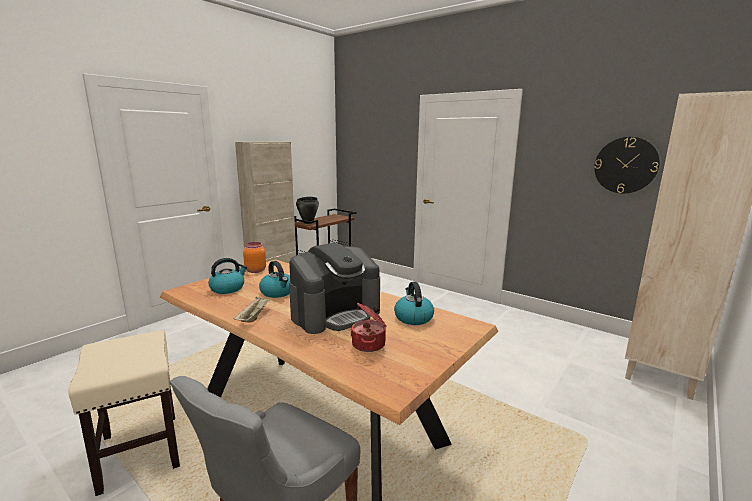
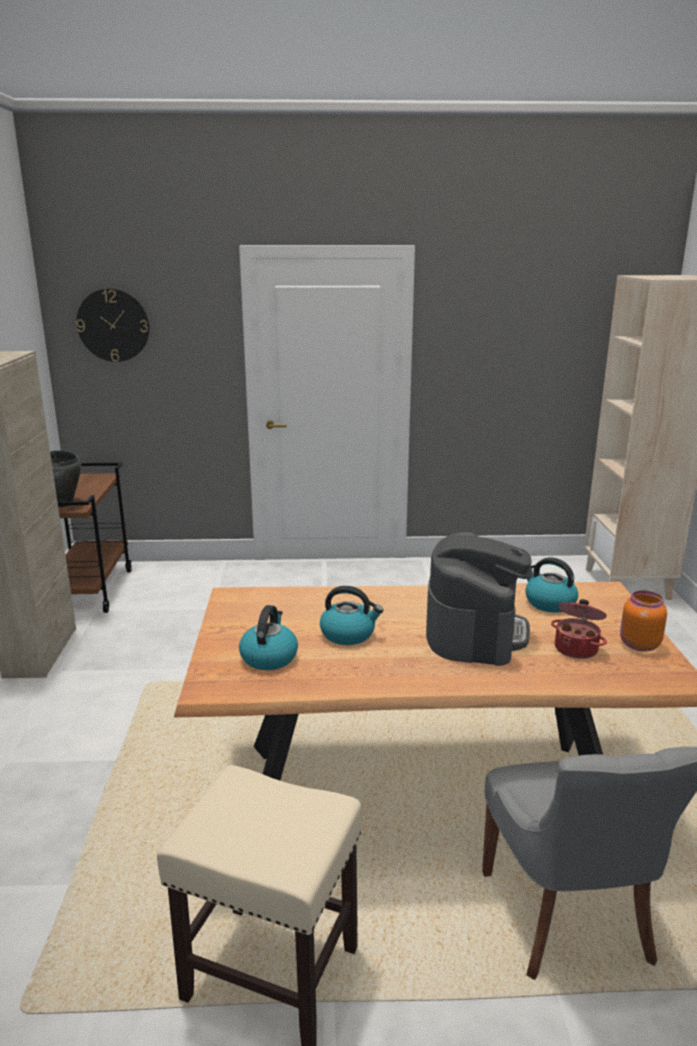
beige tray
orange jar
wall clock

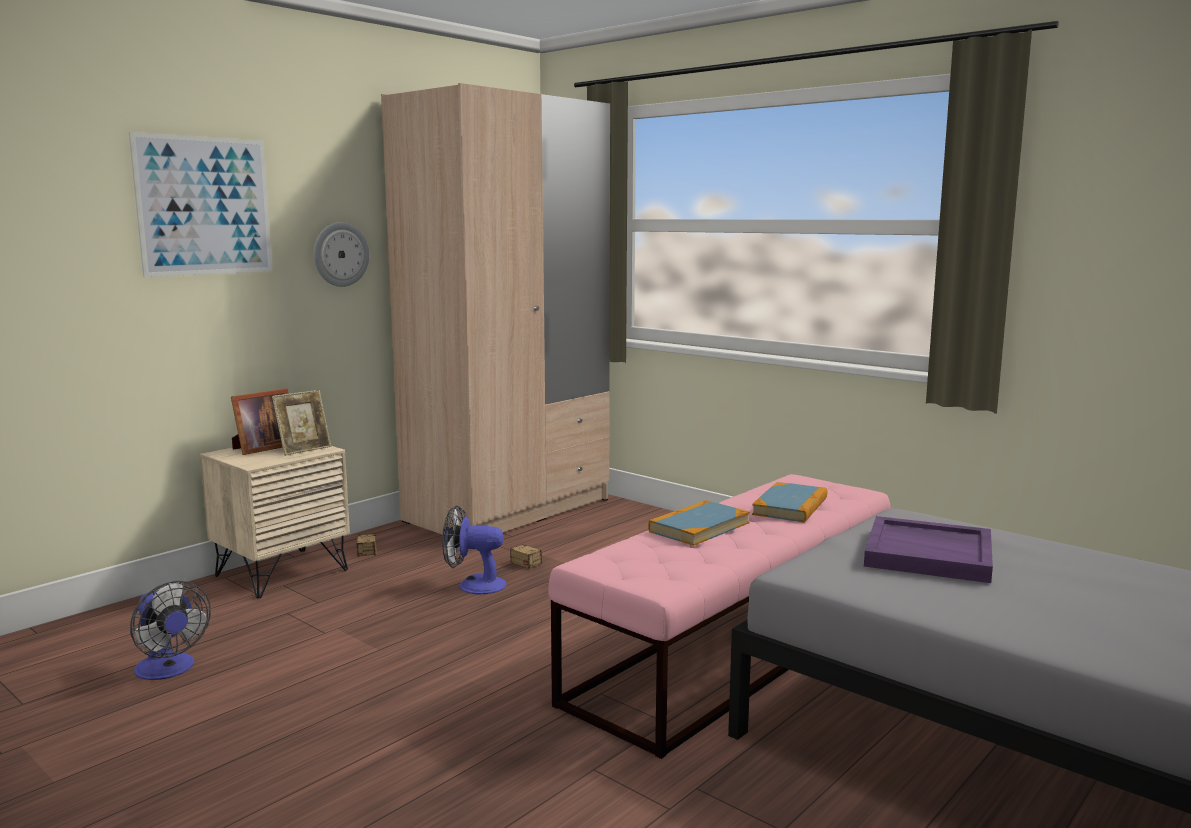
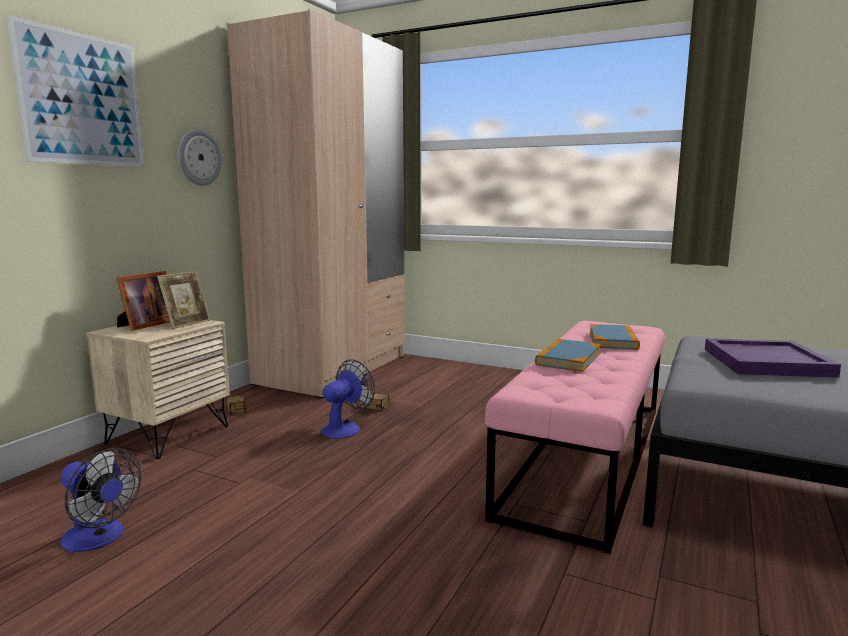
fan (no. 2 from left)

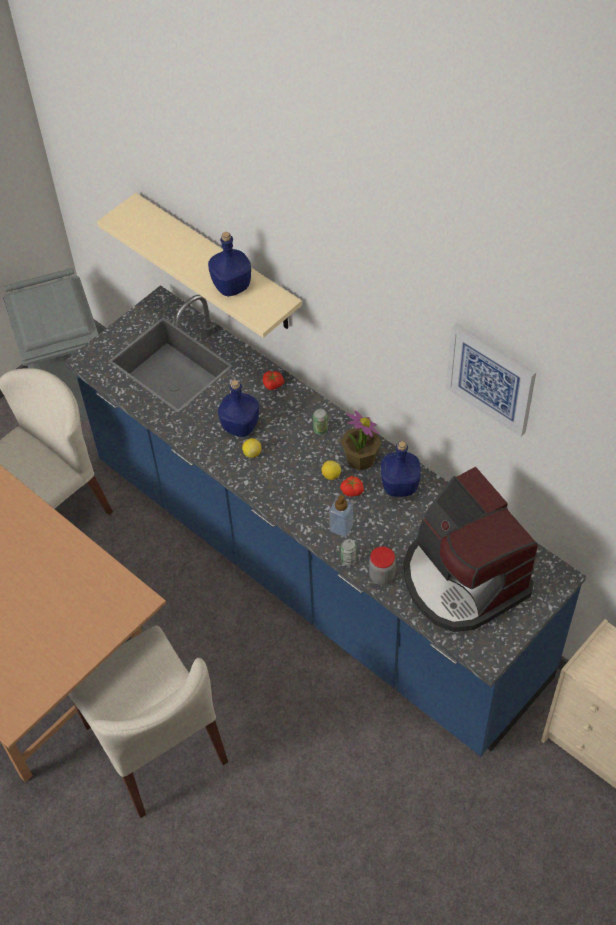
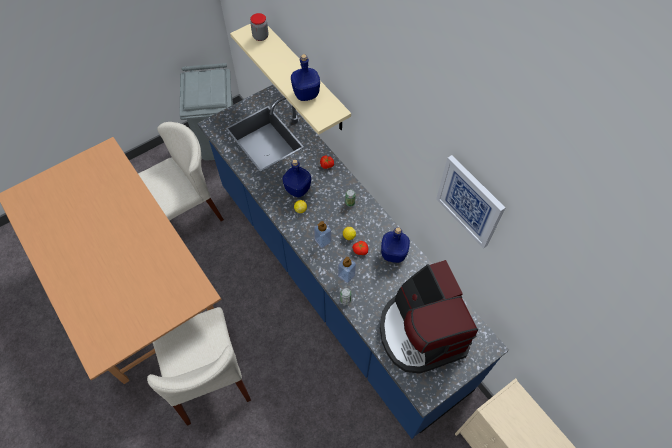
potted plant
jar
soap dispenser (no. 1 from left)

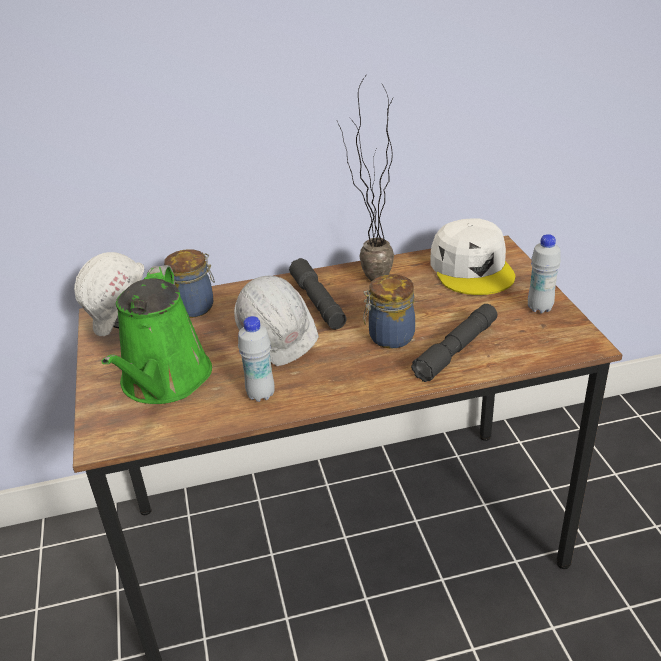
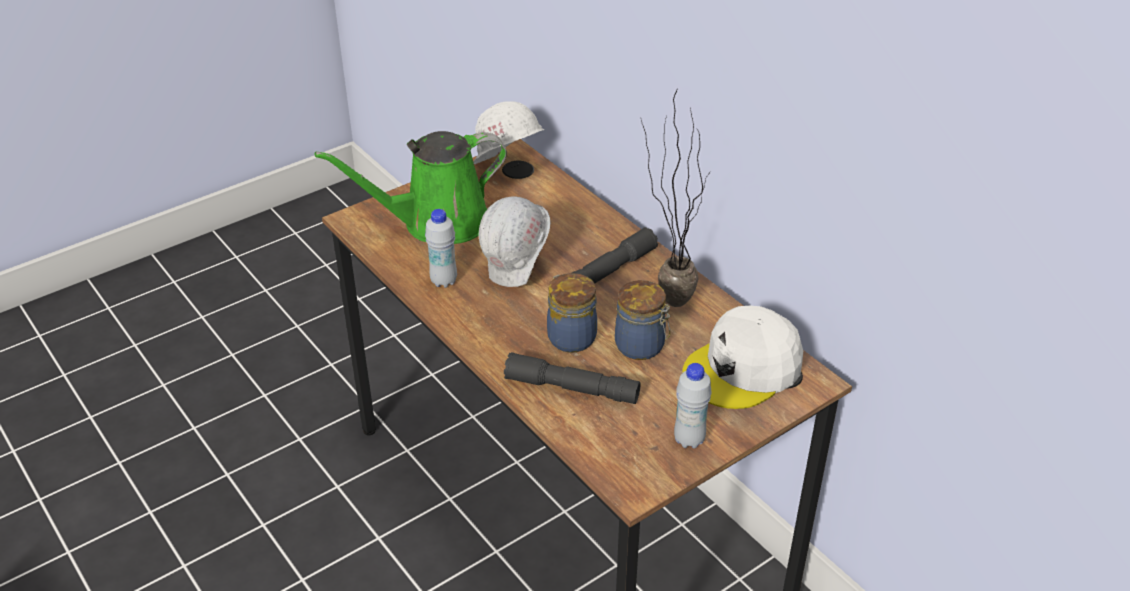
jar (no. 2 from left)

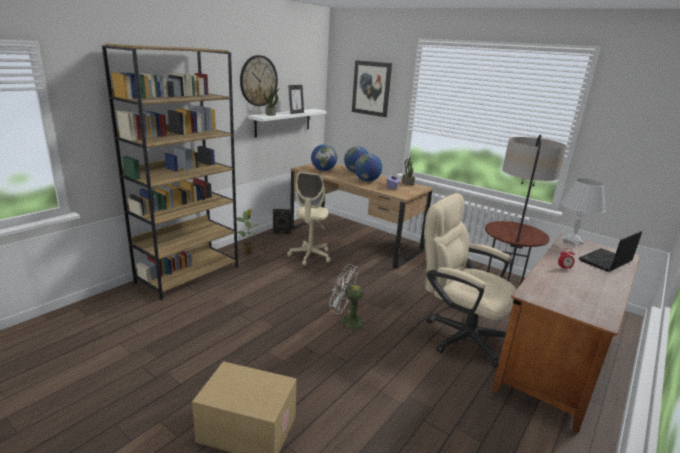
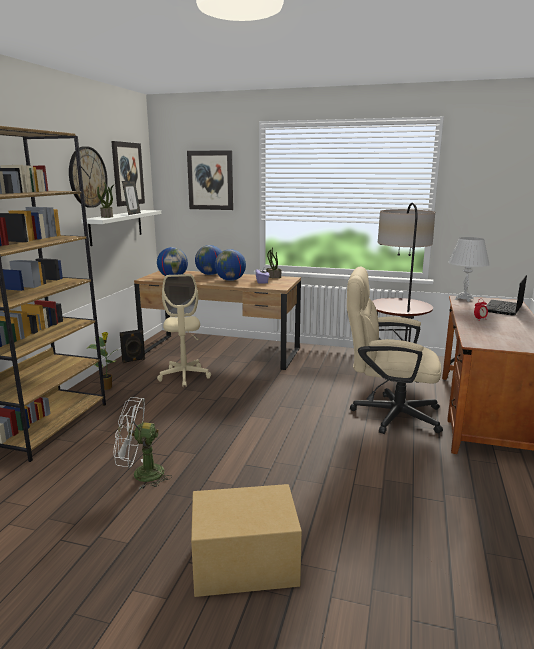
white fan
picture (no. 1 from left)

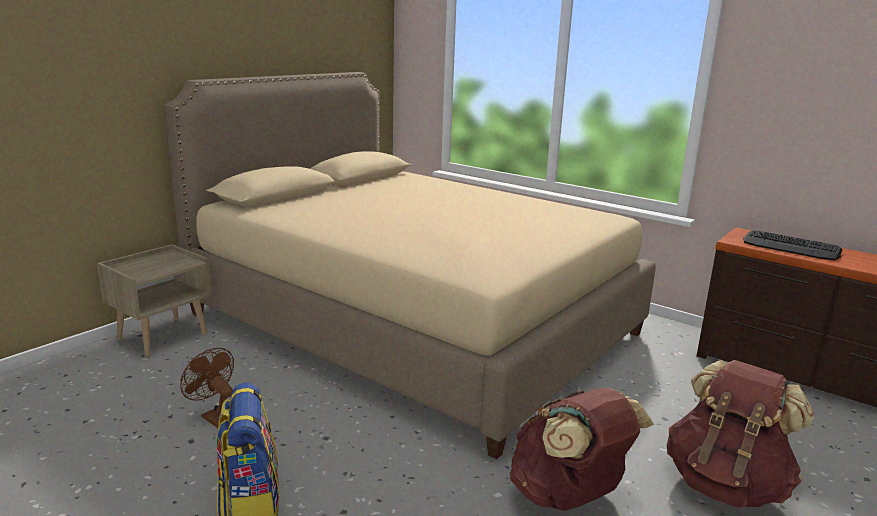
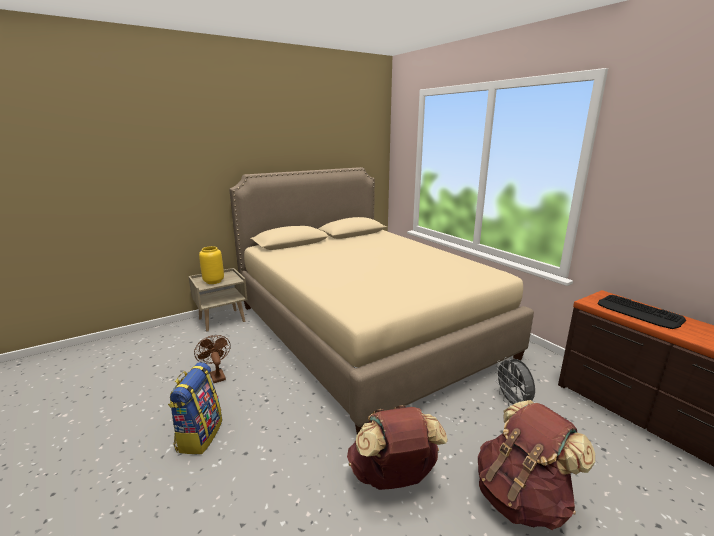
yellow vase
grey fan

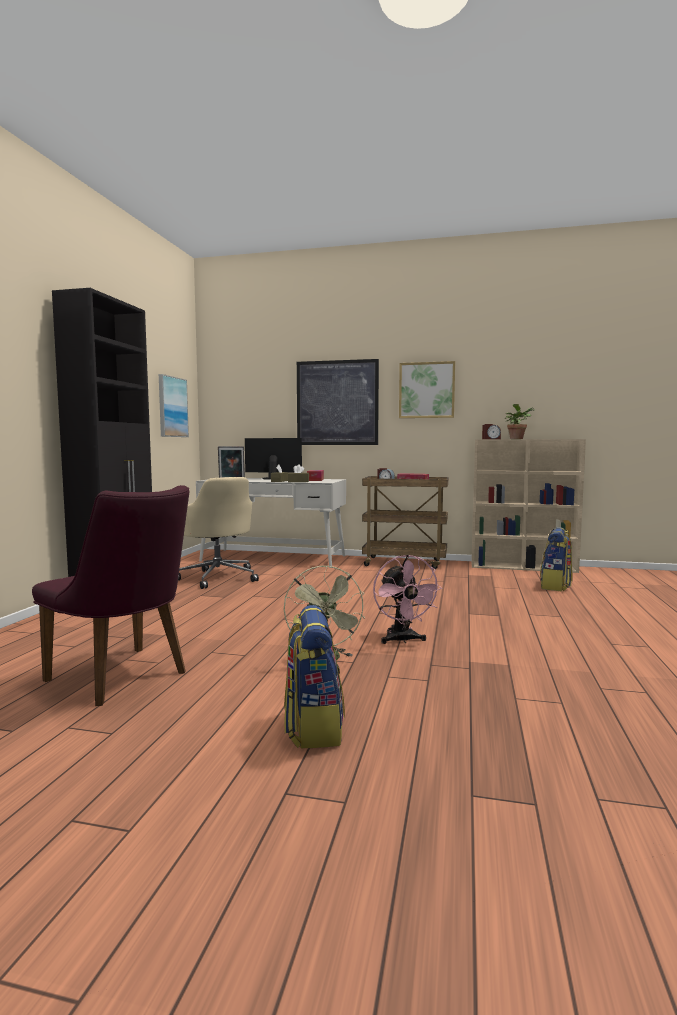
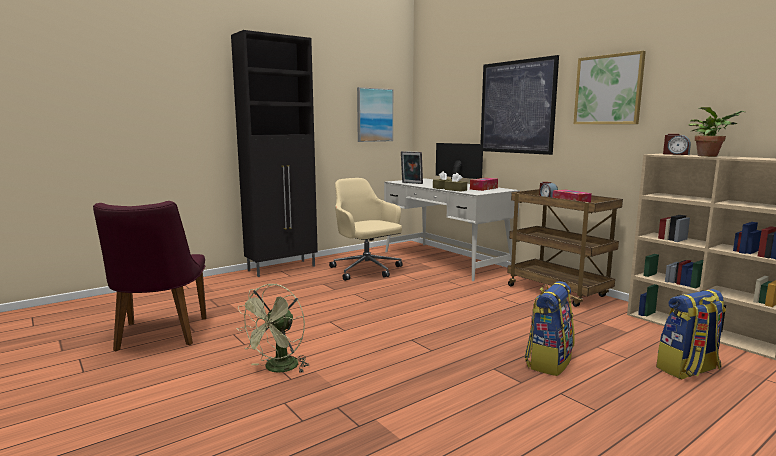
beige office chair
backpack (no. 1 from left)
pink fan

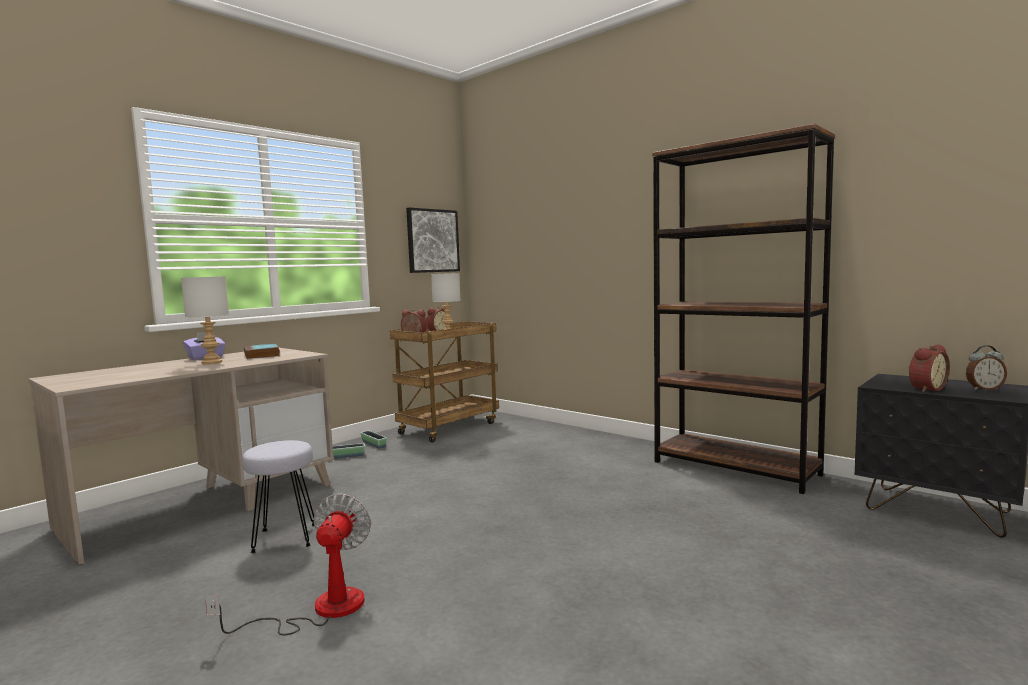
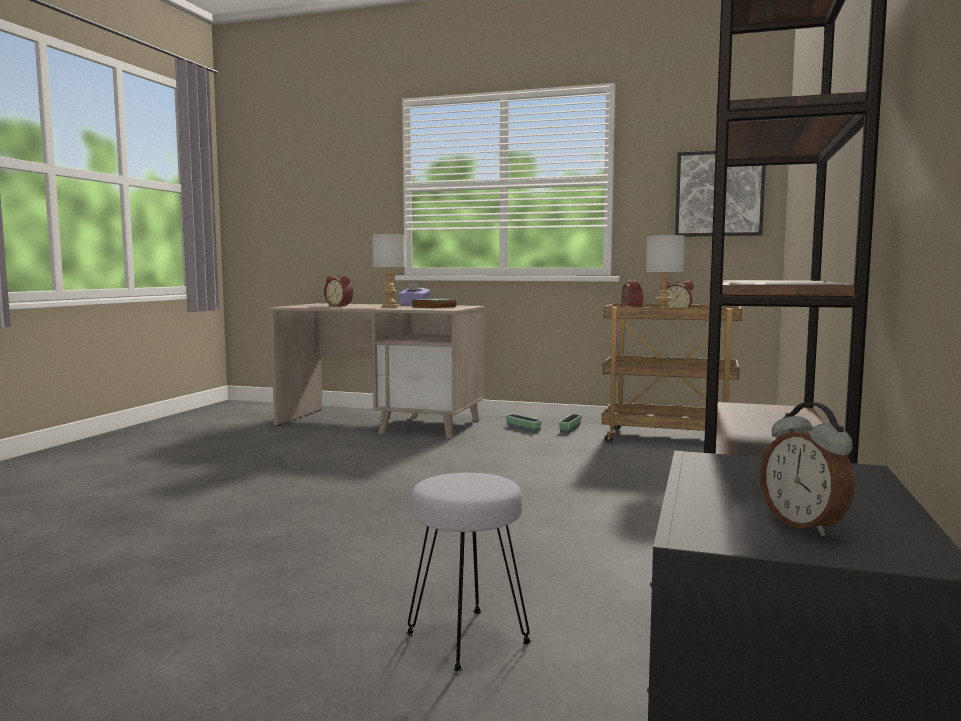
fan
grey stool
alarm clock (no. 1 from left)

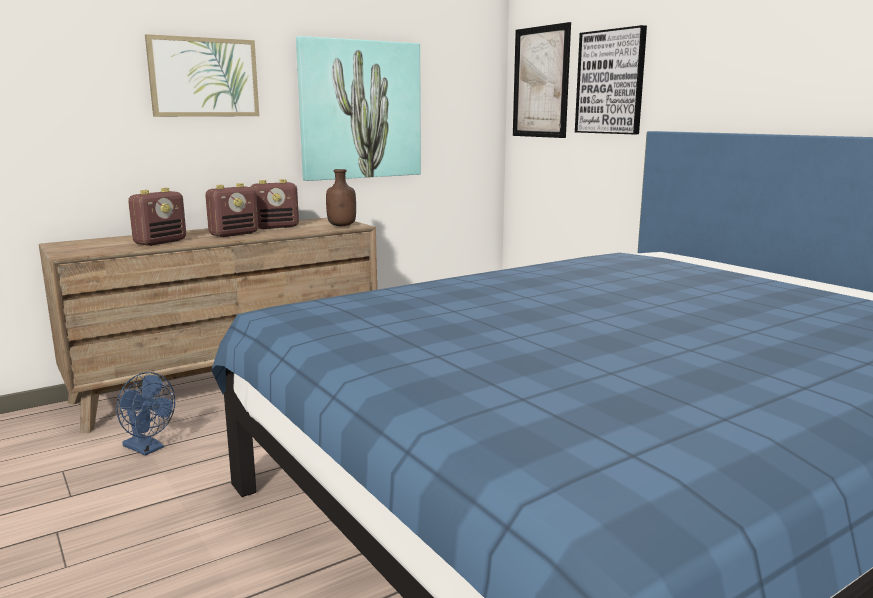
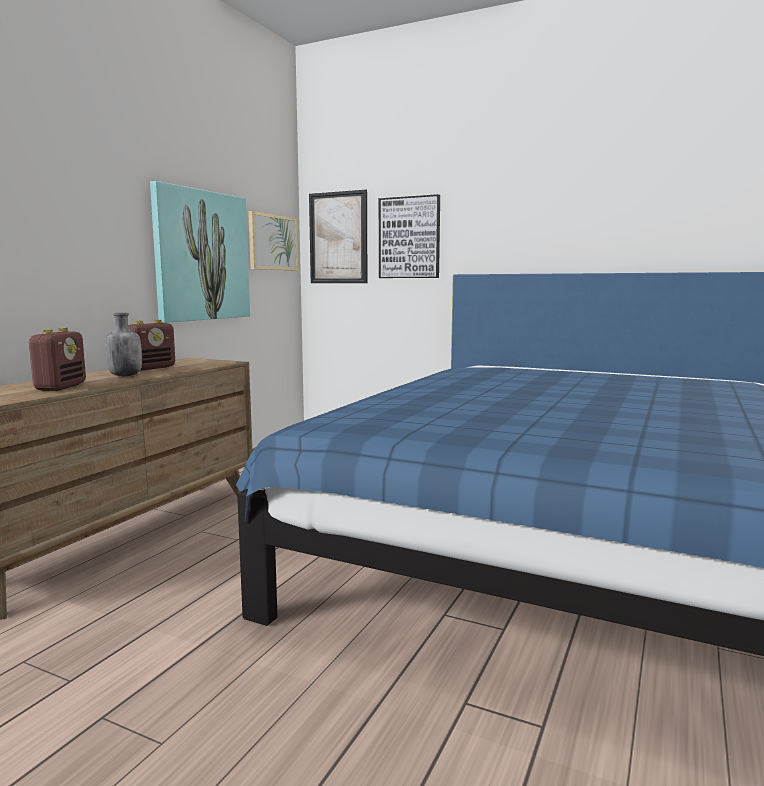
blue fan
picture (no. 2 from left)
grey bottle
brown bottle

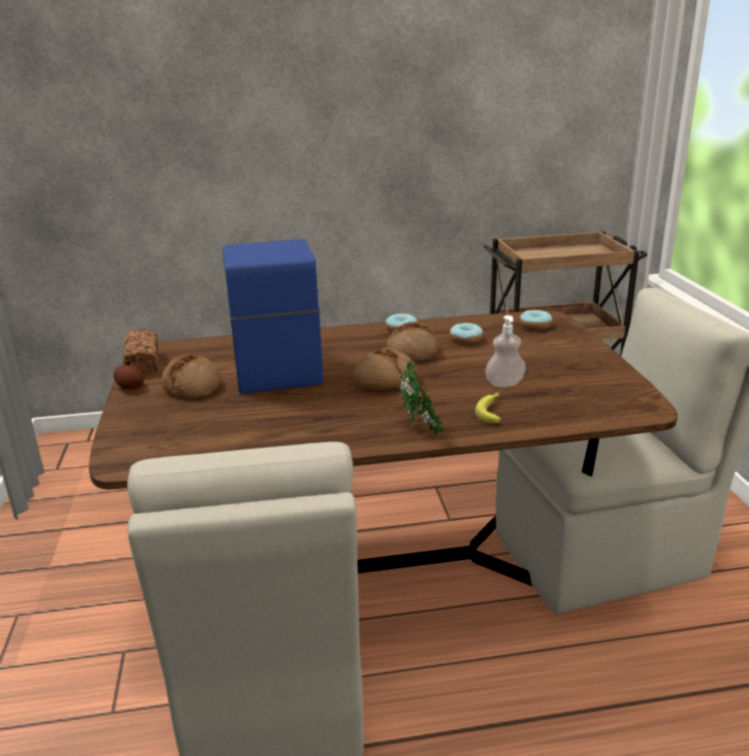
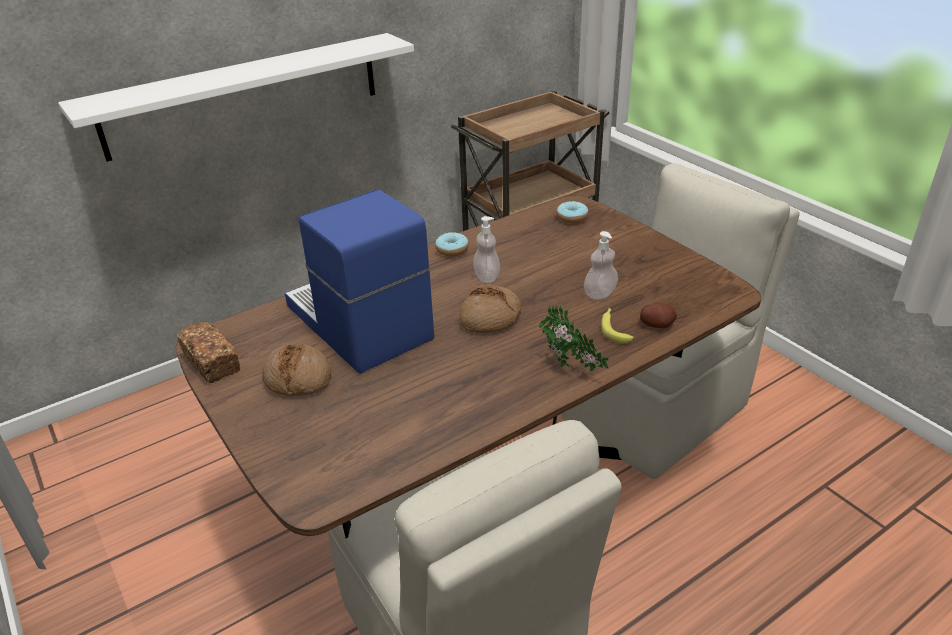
potato
soap dispenser (no. 1 from left)
donut (no. 2 from left in the first image)
white shelf

